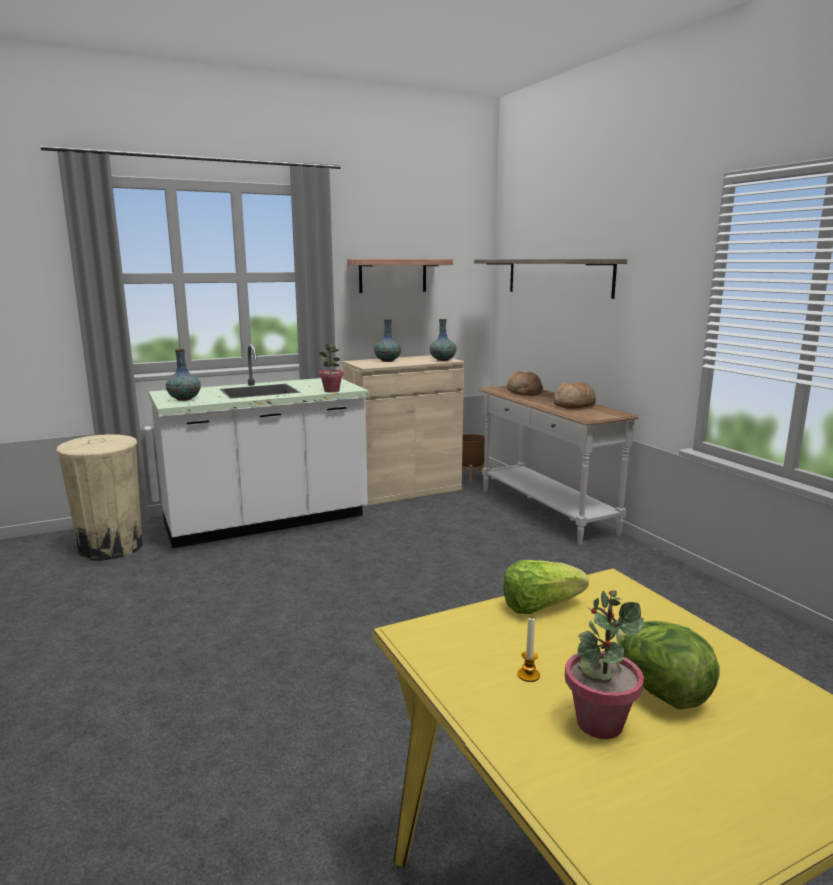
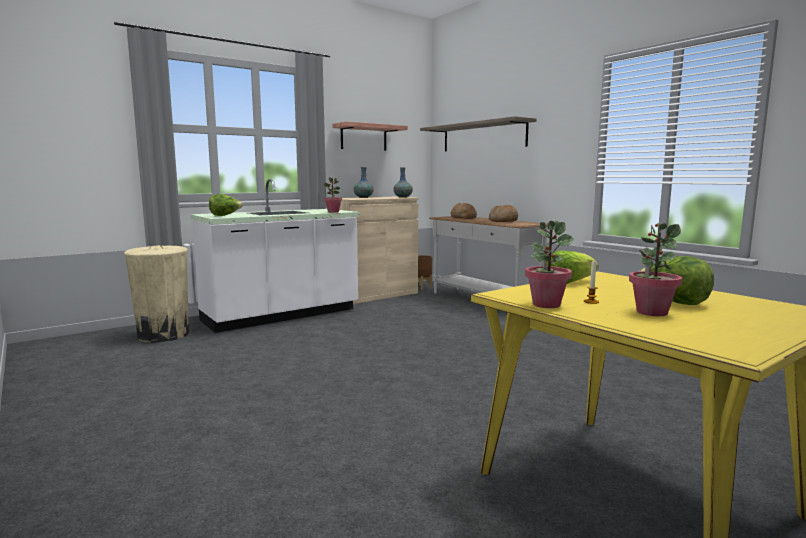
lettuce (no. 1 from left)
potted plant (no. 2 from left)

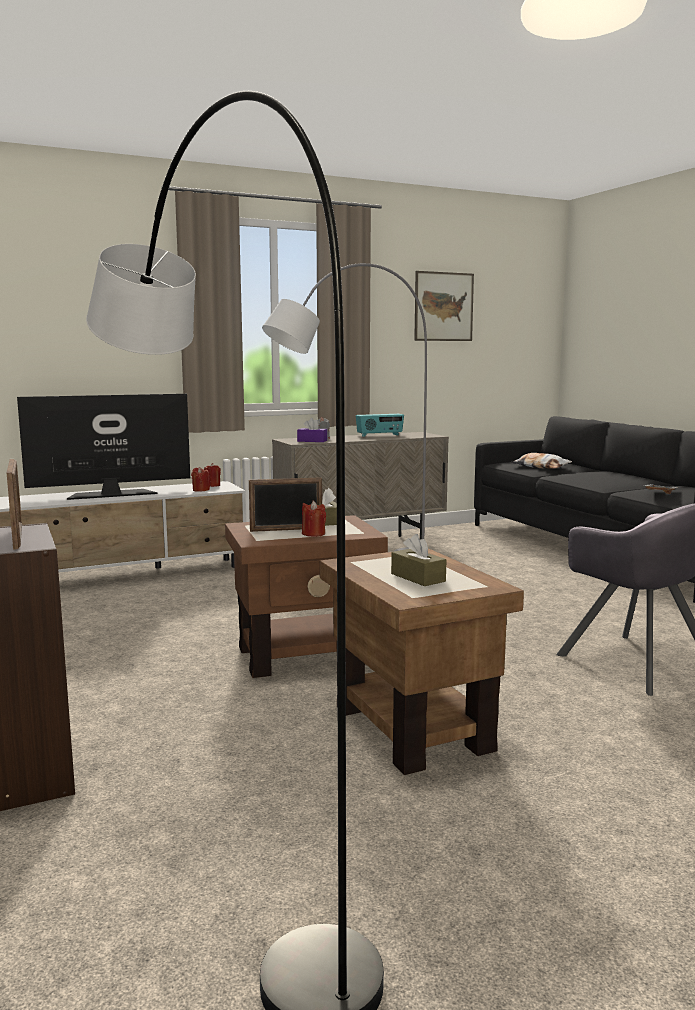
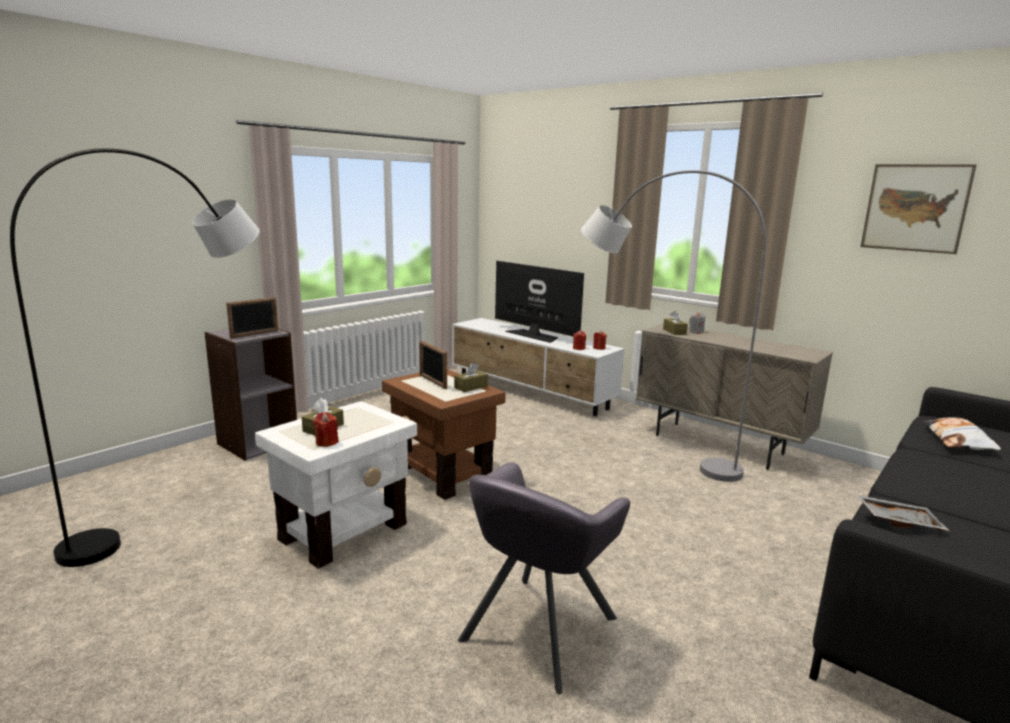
brown tissue box (no. 3 from left)
red candle (no. 1 from left)
white side table
radio

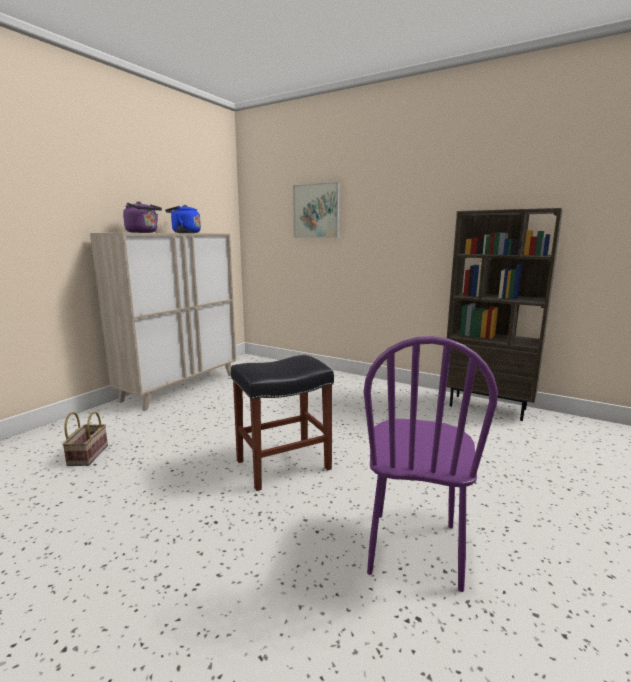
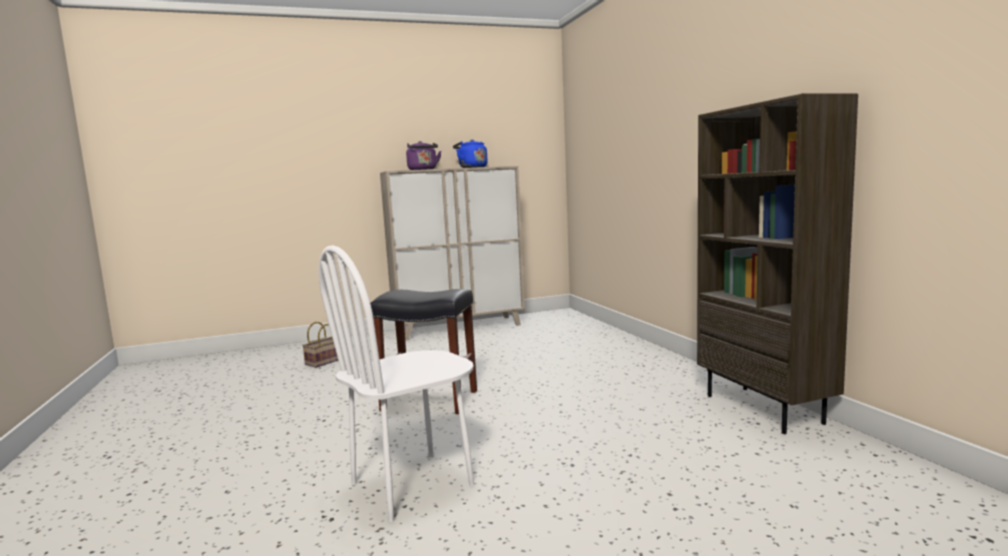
picture
white chair

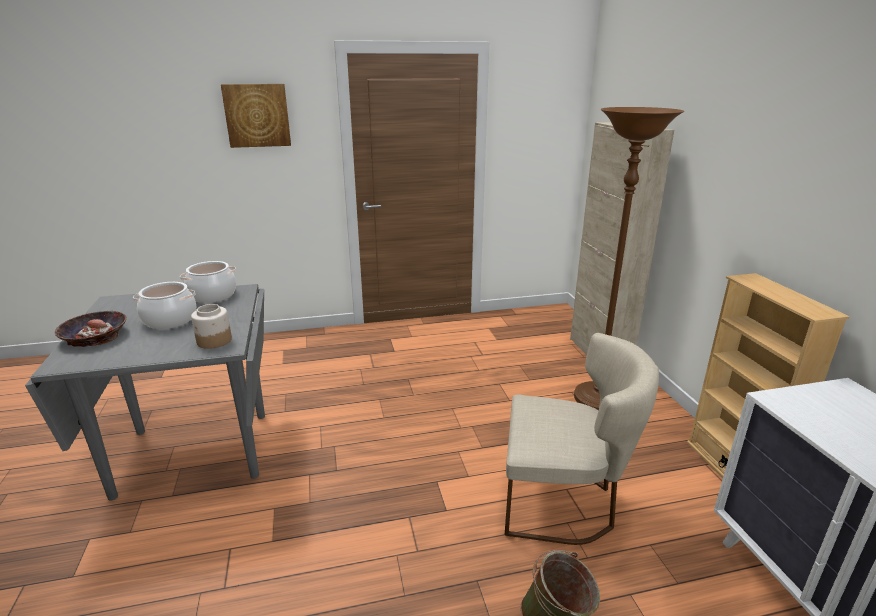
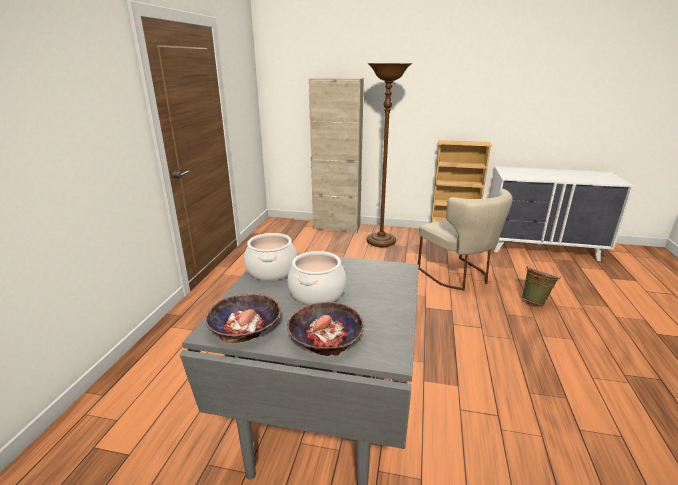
jar
picture
beige chair
bowl (no. 1 from left)

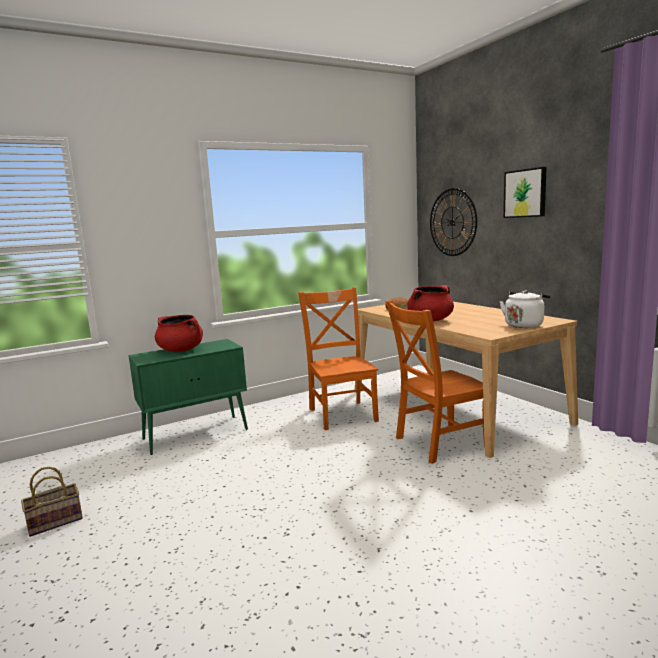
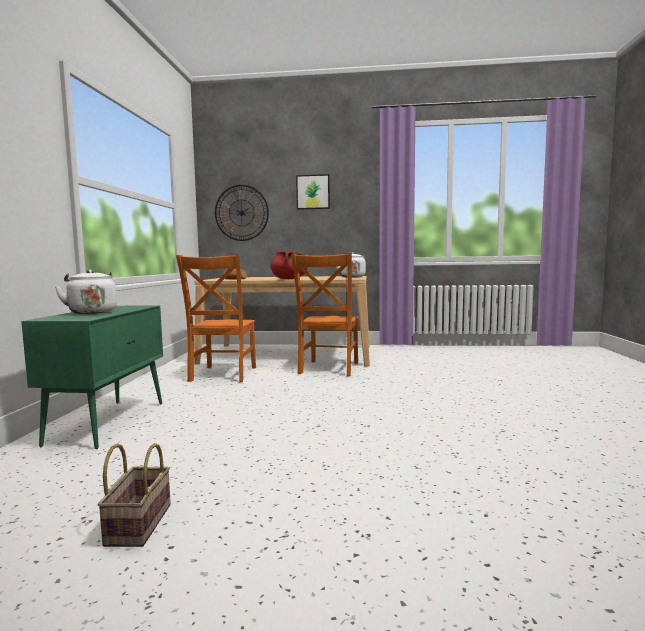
white kettle (no. 1 from left)
orange chair (no. 1 from left)

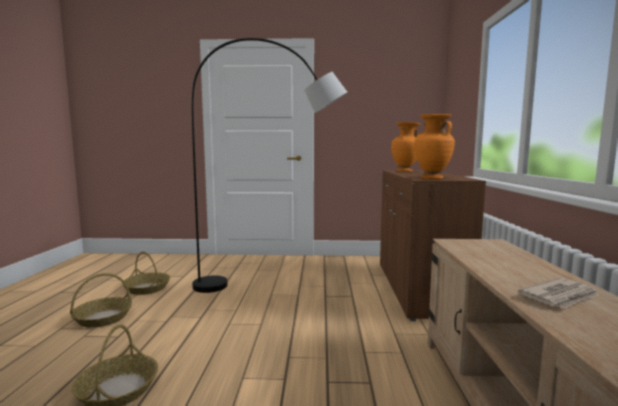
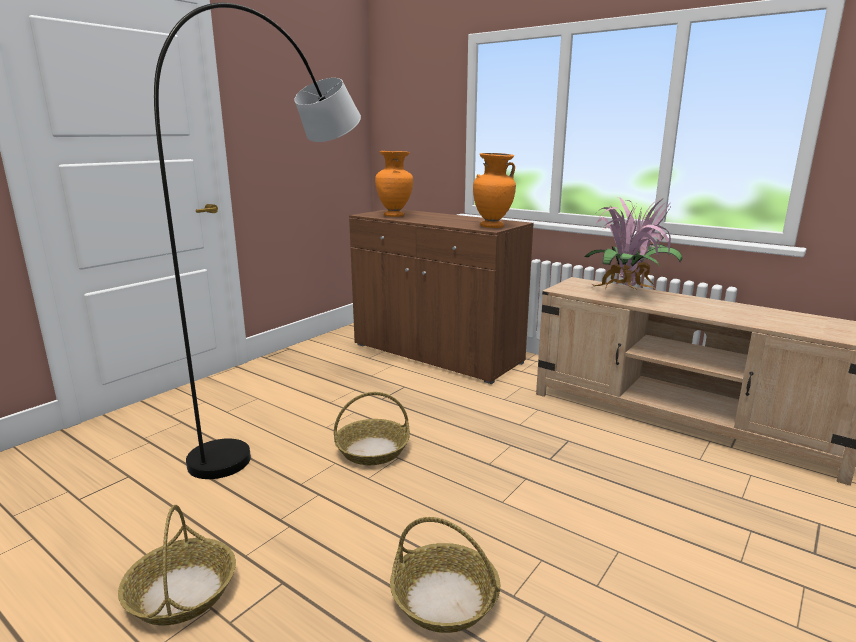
basket (no. 2 from left)
newspaper
potted plant

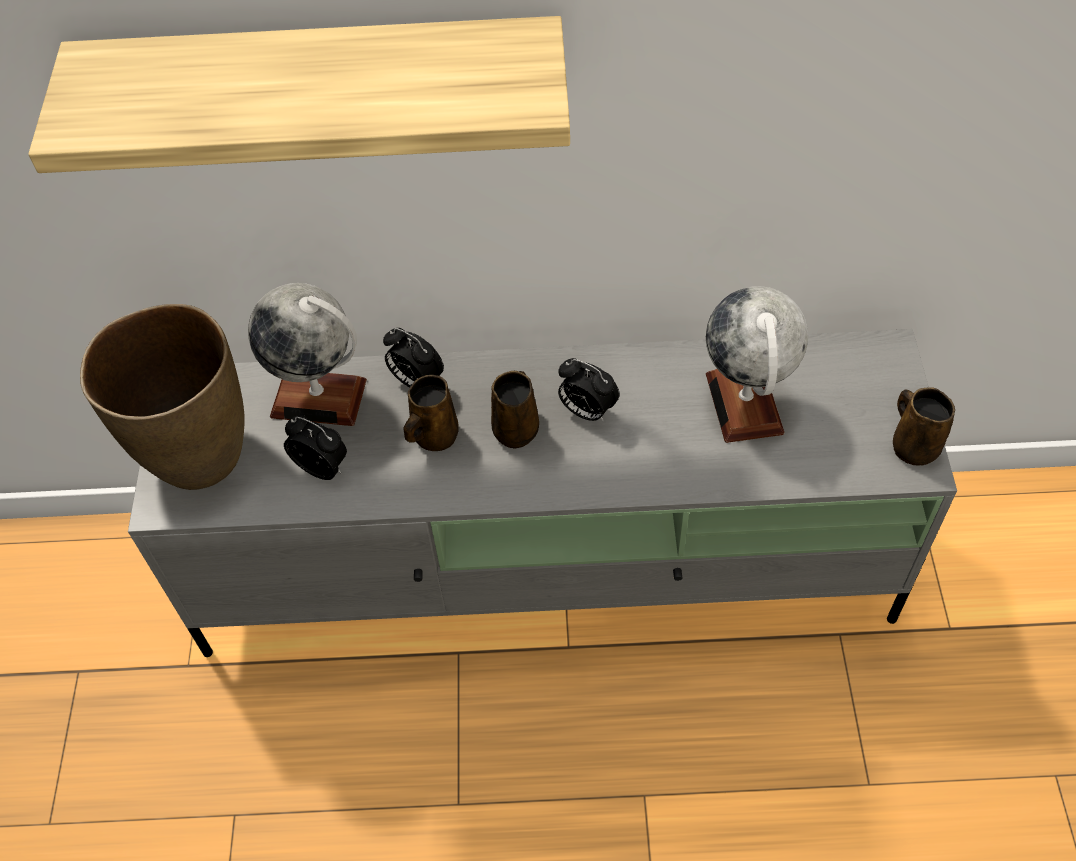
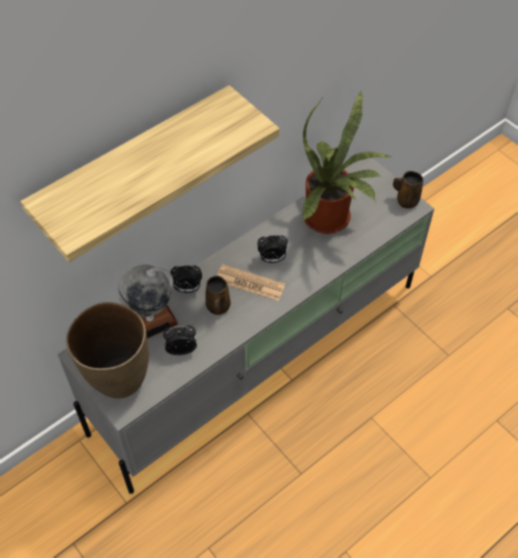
newspaper
potted plant

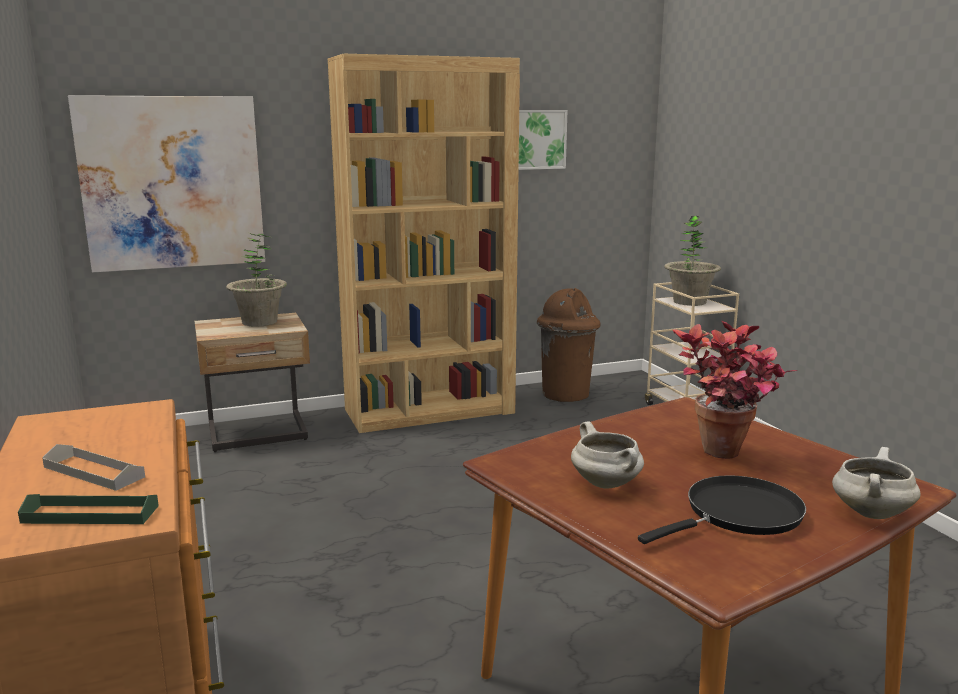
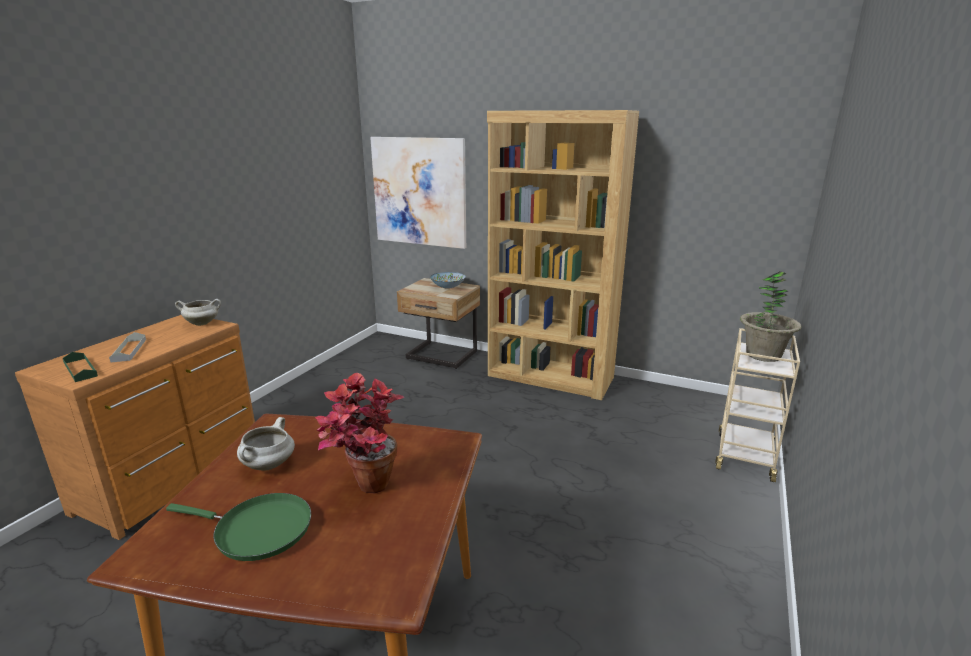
bowl
picture (no. 2 from left in the first image)
brown trash can
green frying pan
white cooking pot (no. 1 from left)

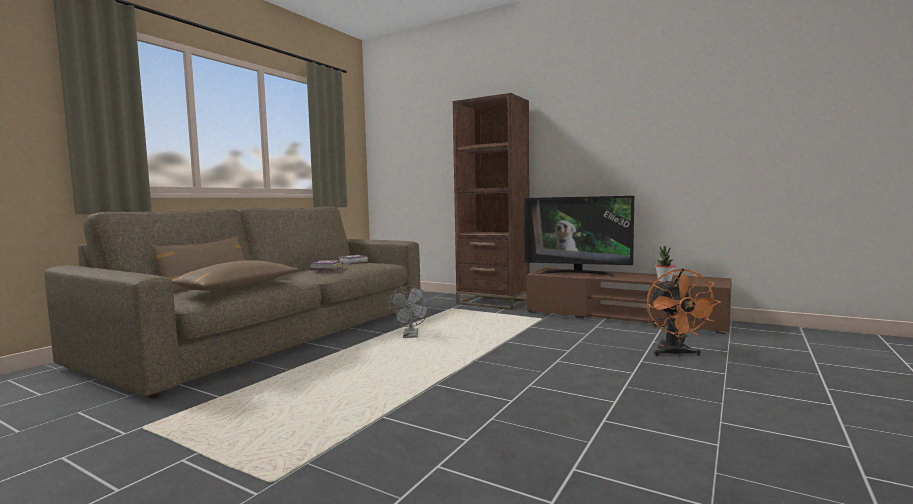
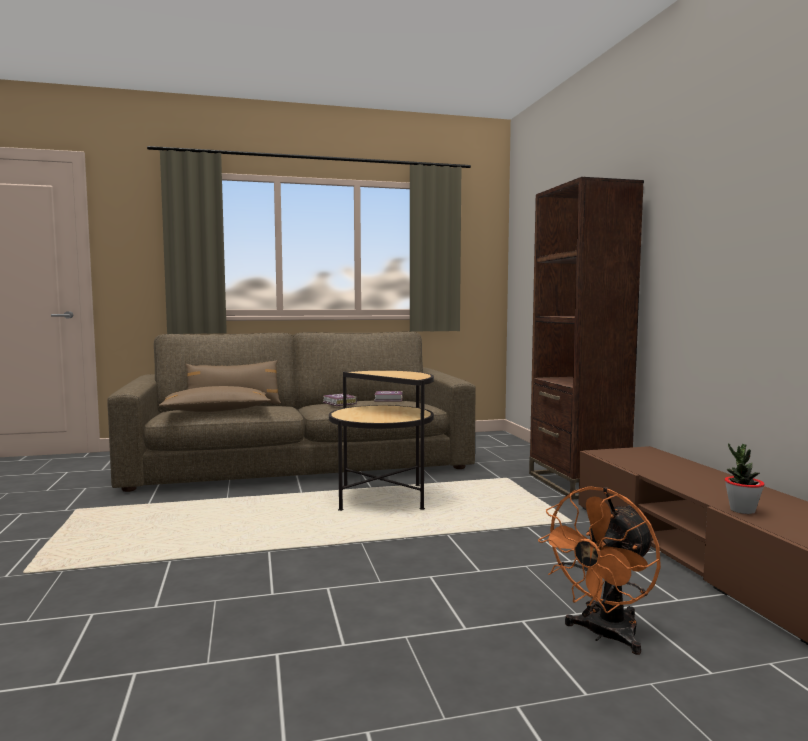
side table
television

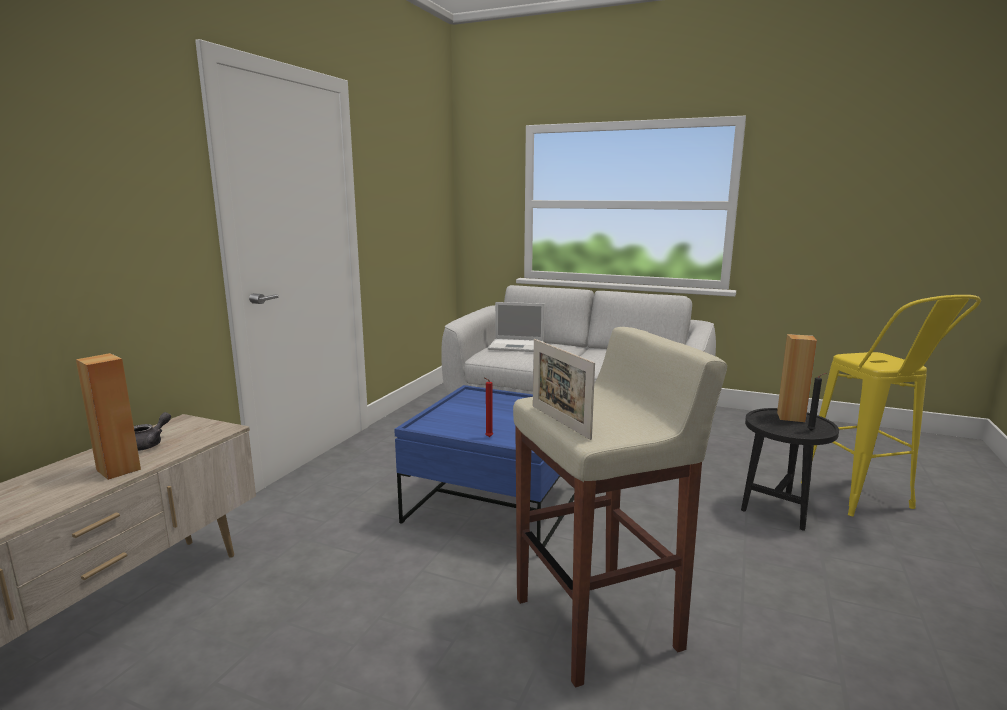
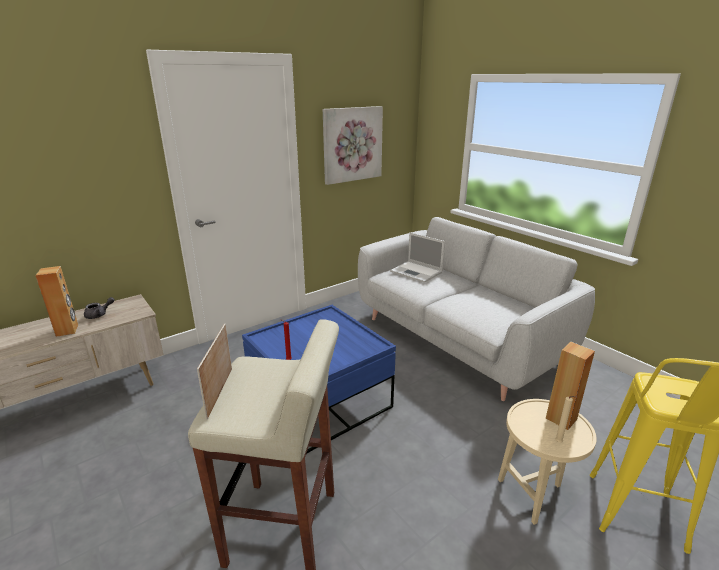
beige side table
beige candle
picture

